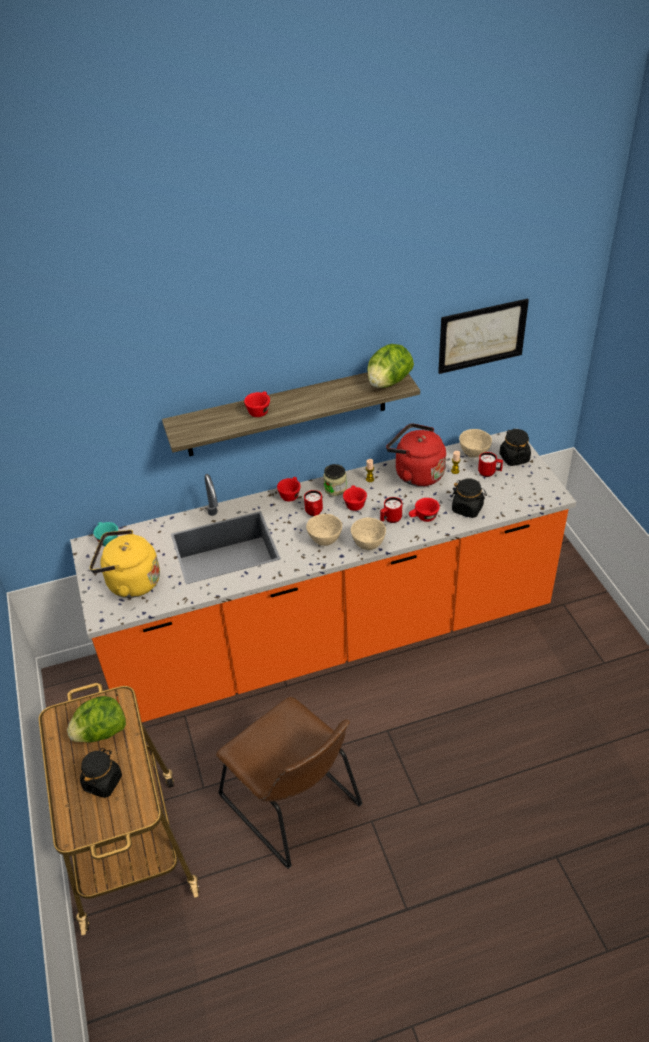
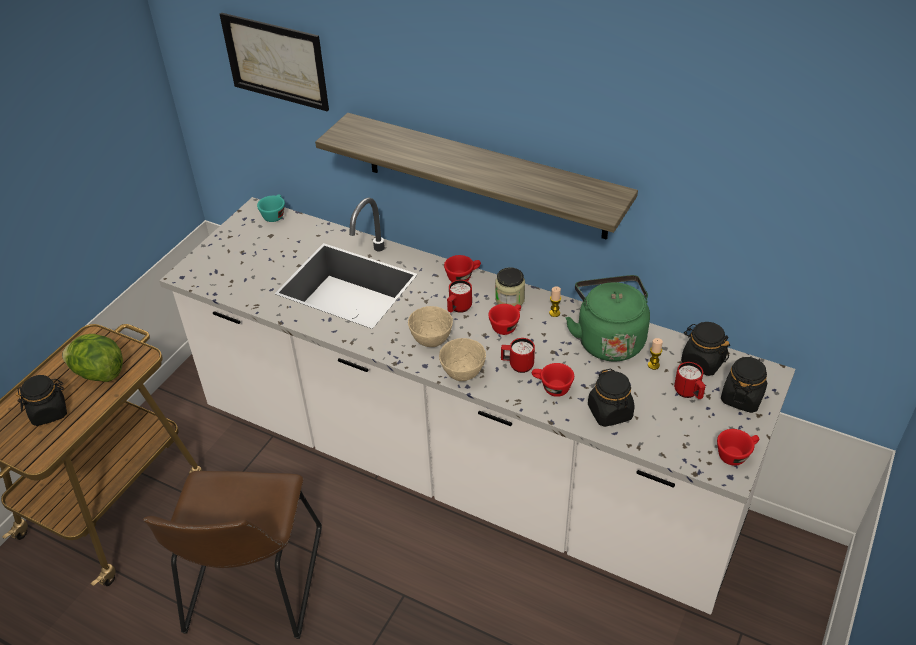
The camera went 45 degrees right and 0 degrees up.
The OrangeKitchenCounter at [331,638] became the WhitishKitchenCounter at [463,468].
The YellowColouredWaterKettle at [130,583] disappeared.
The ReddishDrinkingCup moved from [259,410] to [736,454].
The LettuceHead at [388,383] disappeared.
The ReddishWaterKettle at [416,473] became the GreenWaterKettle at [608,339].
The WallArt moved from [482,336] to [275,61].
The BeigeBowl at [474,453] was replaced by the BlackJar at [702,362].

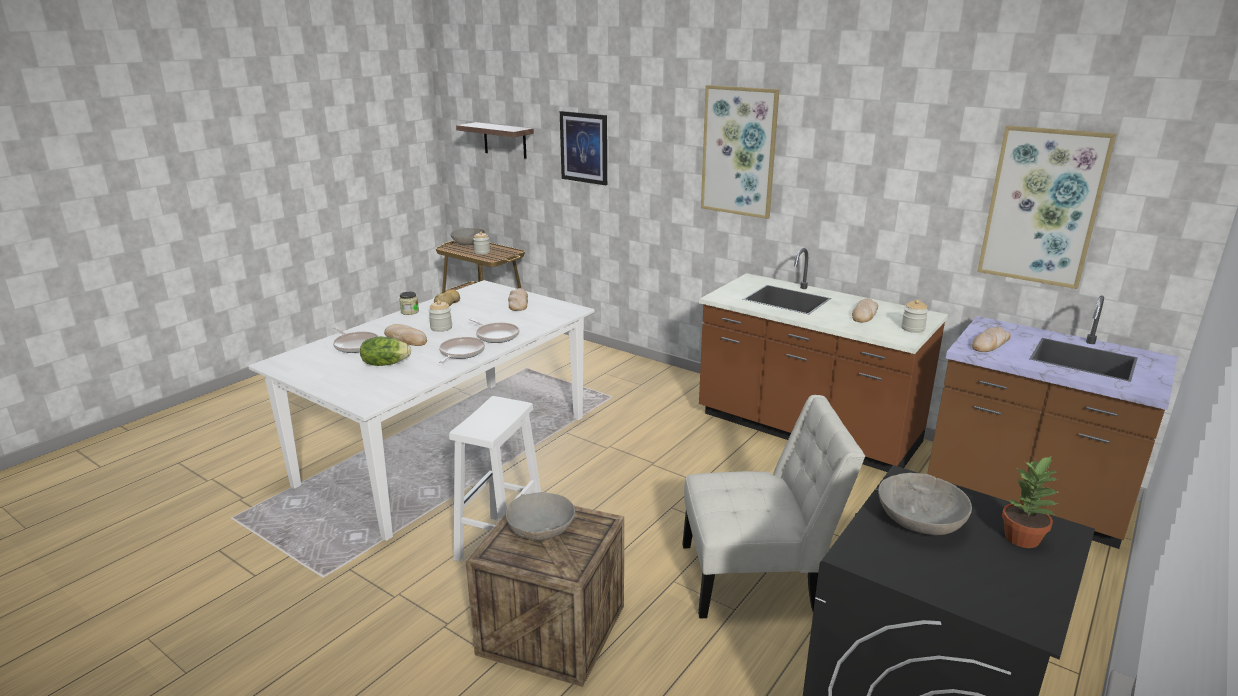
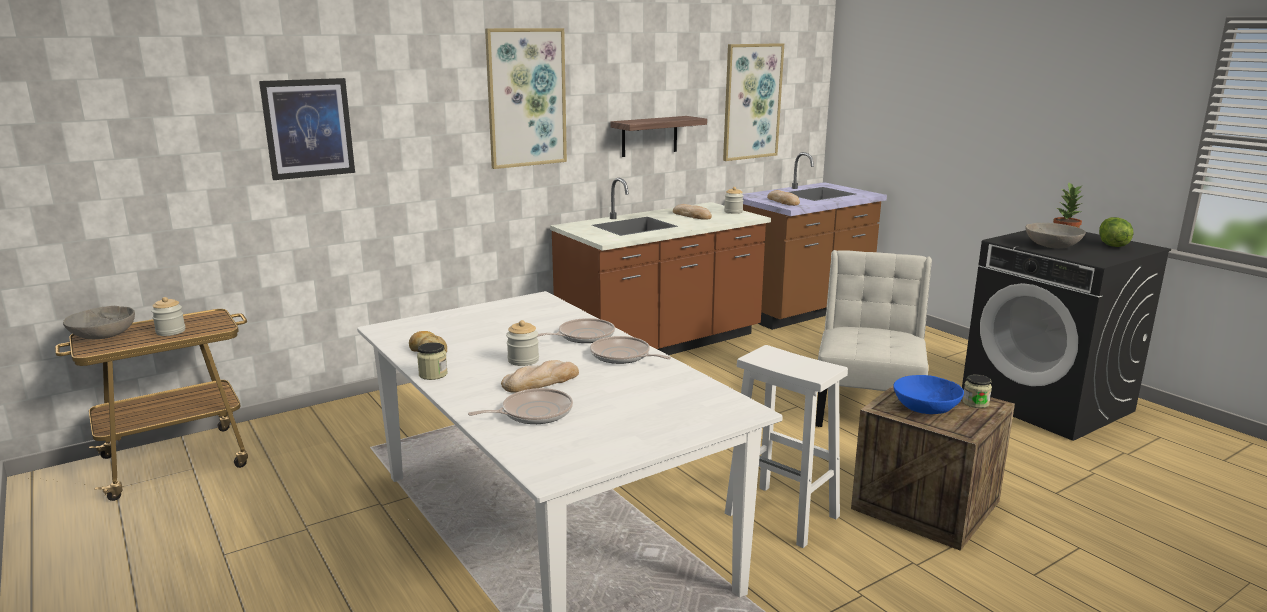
The camera went 70 degrees left and 5 degrees down.
The LettuceHead moved from [385,363] to [1111,245].
The BracketShelf moved from [505,140] to [649,136].
The GreyBowl at [541,529] became the BluishBowl at [925,407].
The BakedBread at [518,302] disappeared.
The Jar at [975,403] appeared.

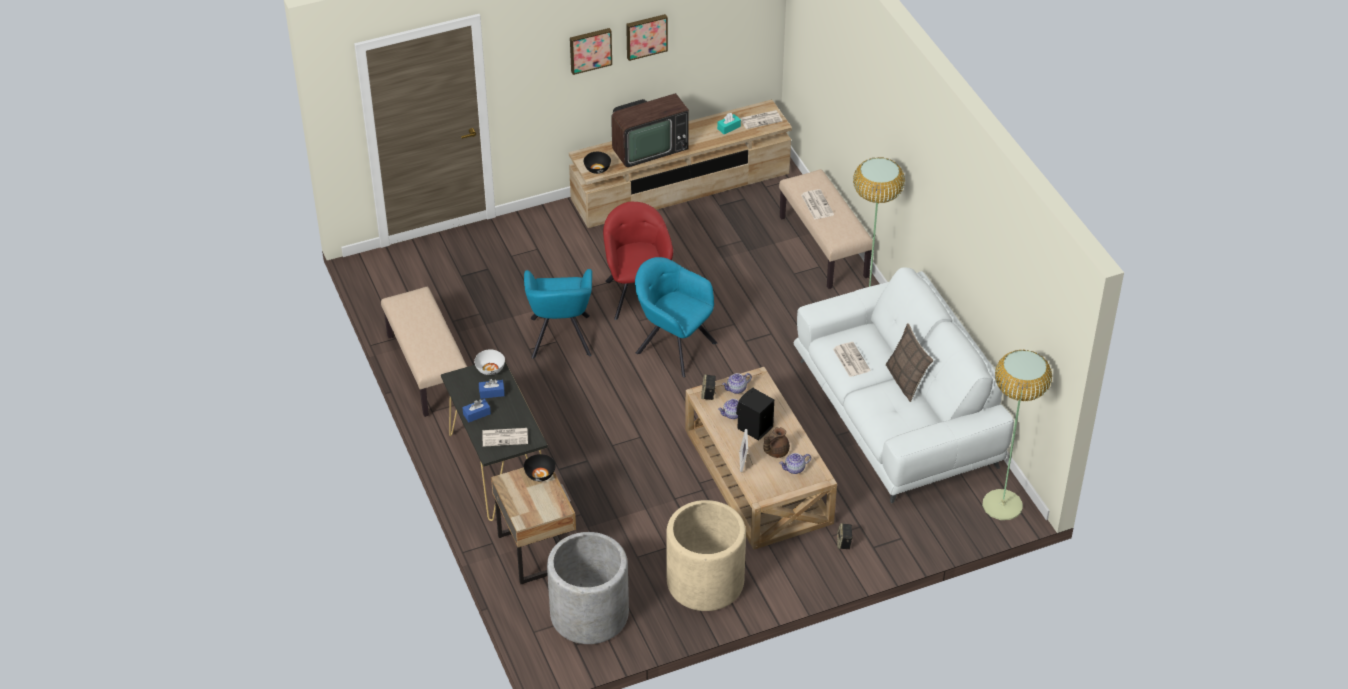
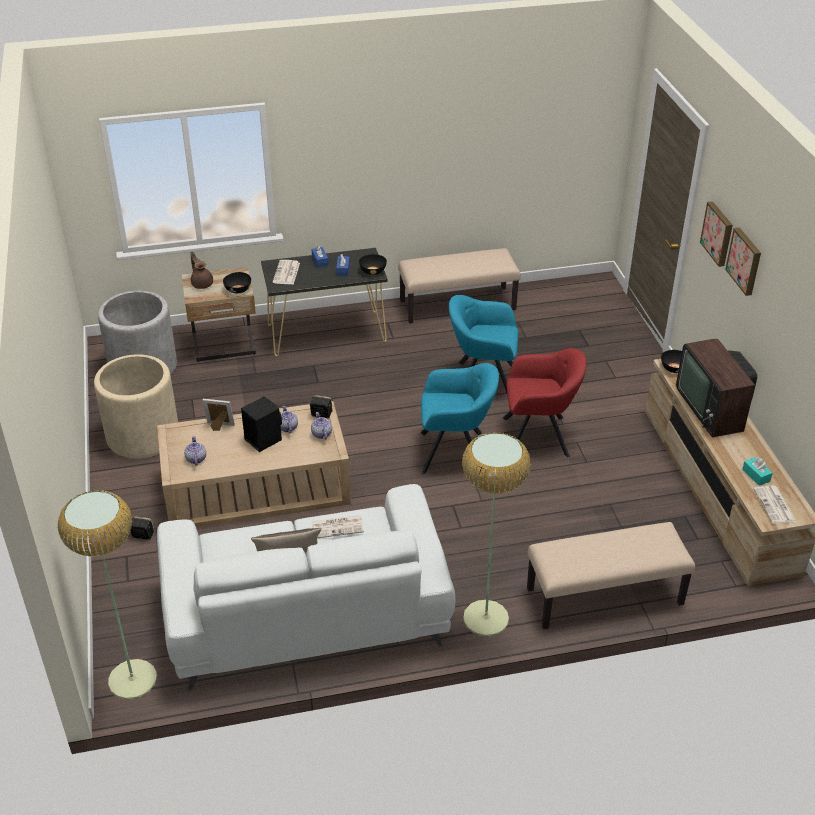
The camera went 100 degrees right and 5 degrees down.
The WhitishBowl at [490,369] became the BlackBowl at [373,271].
The WallArt moved from [646,36] to [718,233].
The TurquoiseColouredArmchair at [673,346] turned 45 degrees clockwise.
The BrownTeapot moved from [775,451] to [202,283].
The Newspaper at [816,204] disappeared.

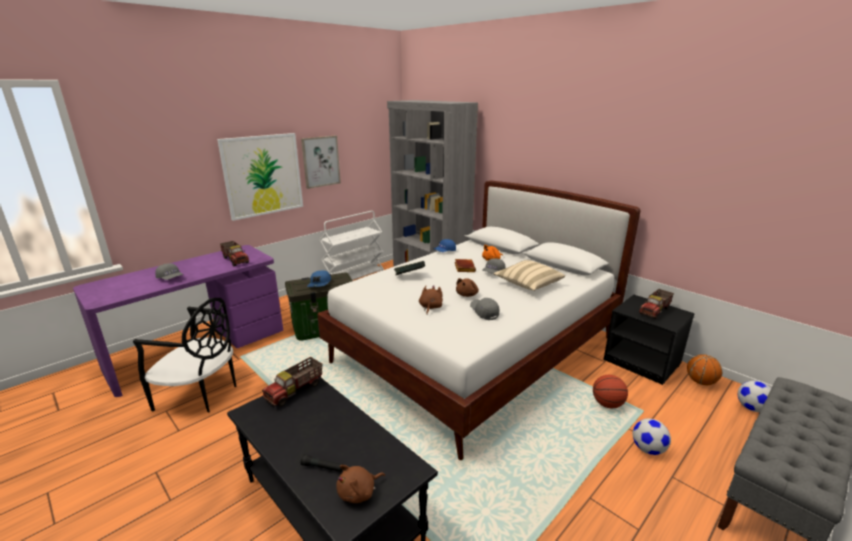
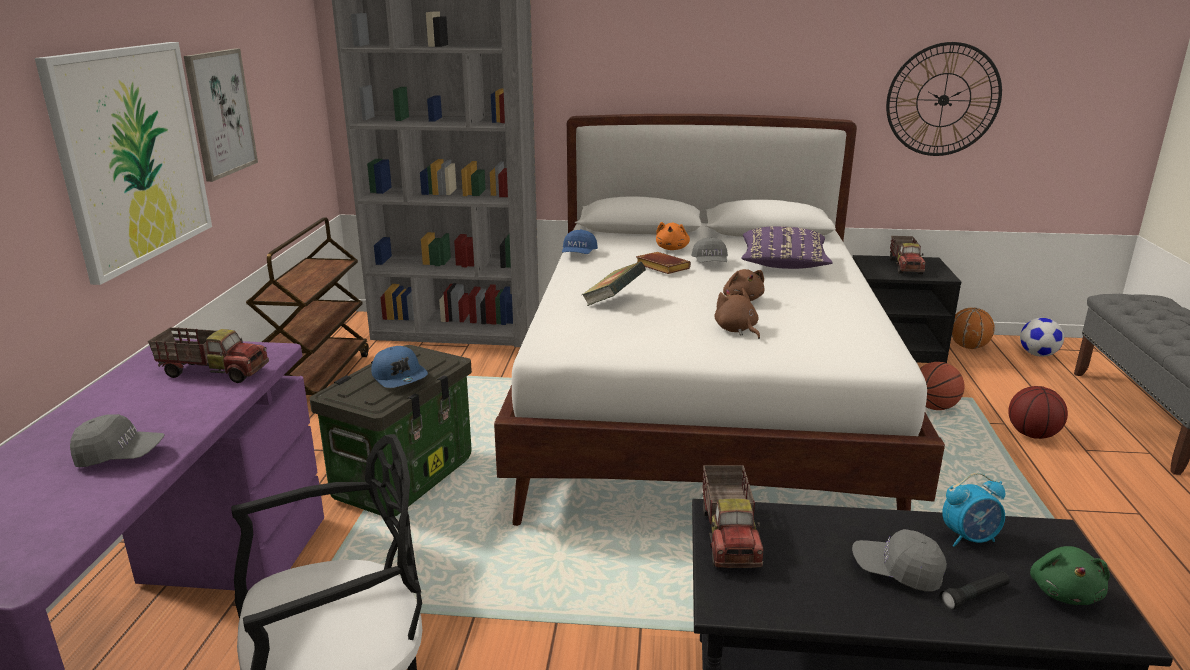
The camera went 40 degrees left and 0 degrees up.
The WhitishCart at [354,279] became the BrownCart at [318,380].
The BrownCuddlyToy at [359,492] became the GreenCuddlyToy at [1064,592].
The GreyBaseballCap moved from [484,313] to [896,572].
The BeigePillow at [528,284] became the PurplishPillow at [783,265].
The FootballBall at [648,449] was replaced by the Basketball at [1032,434].
The ClockOnTheWall at [943,100] appeared.
The TableClock at [969,538] appeared.

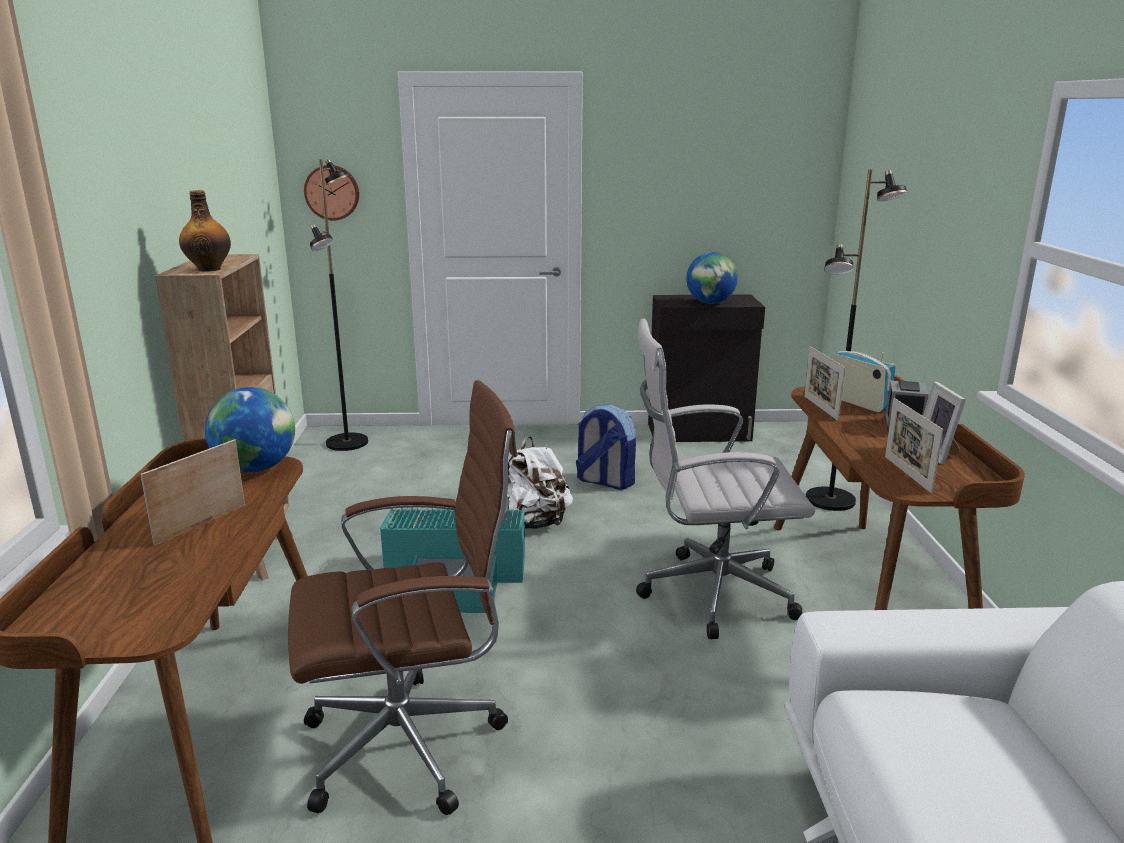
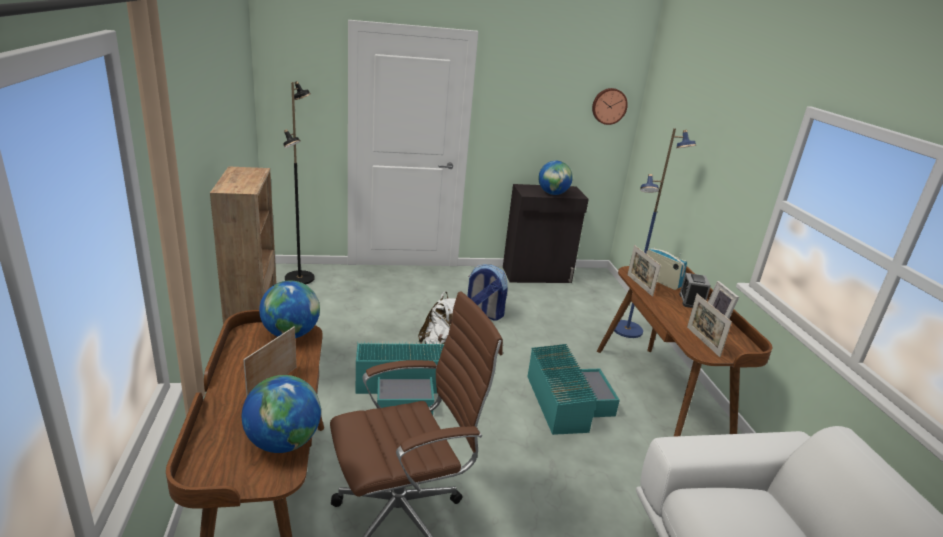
The camera went 10 degrees left and 5 degrees up.
The Bottle at [209,269] disappeared.
The ClockOnTheWall moved from [332,192] to [609,106].
The WhitishComputerChair at [710,594] was replaced by the TurquoiseColouredStorageBox at [566,401].
The BlackStandardLamp at [831,500] became the BluishStandardLamp at [627,330].
The DeskGlobe at [283,442] appeared.

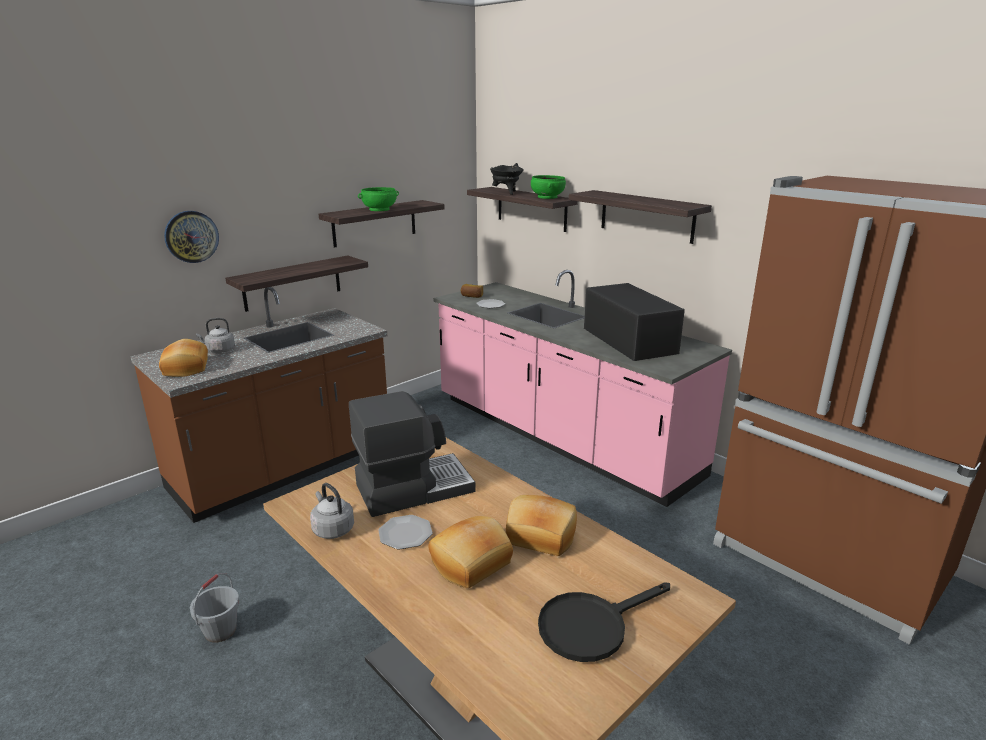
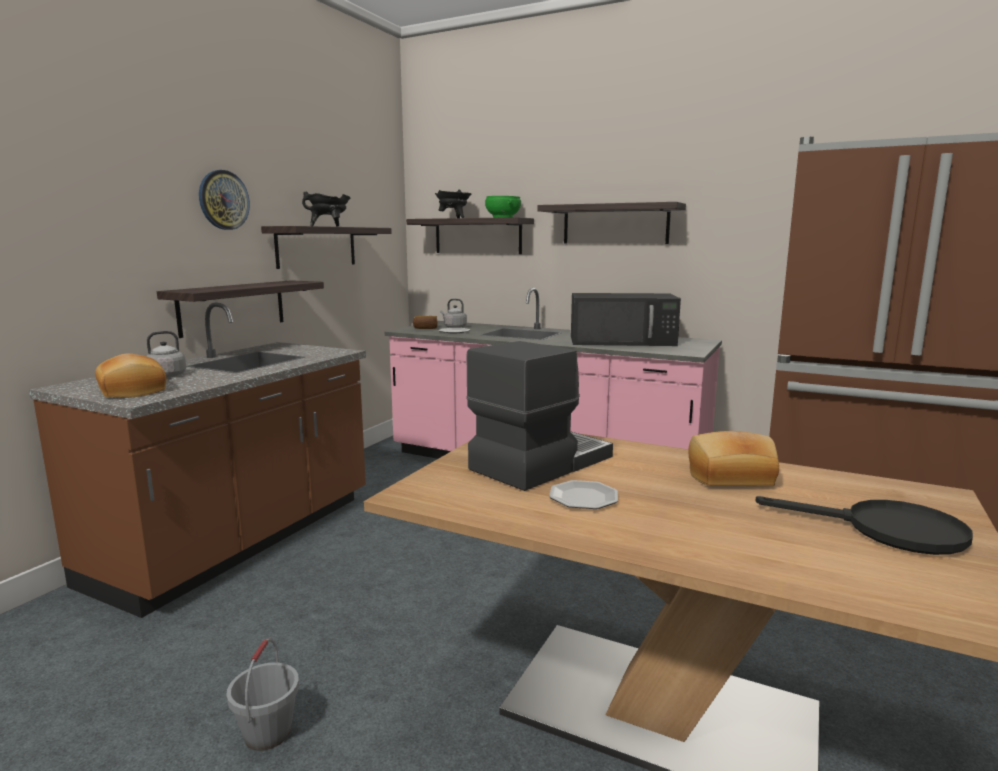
The camera went 20 degrees left and 10 degrees down.
The ClockOnTheWall moved from [191,236] to [223,200].
The GreyWaterKettle moved from [332,529] to [454,327].
The GreenBowl at [379,209] was replaced by the BlackCookingPot at [329,226].
The BakedBread at [472,564] disappeared.
The BlackSkillet at [591,625] turned 105 degrees counterclockwise.
The BlackMicrowaveOven at [627,340] turned 135 degrees clockwise.

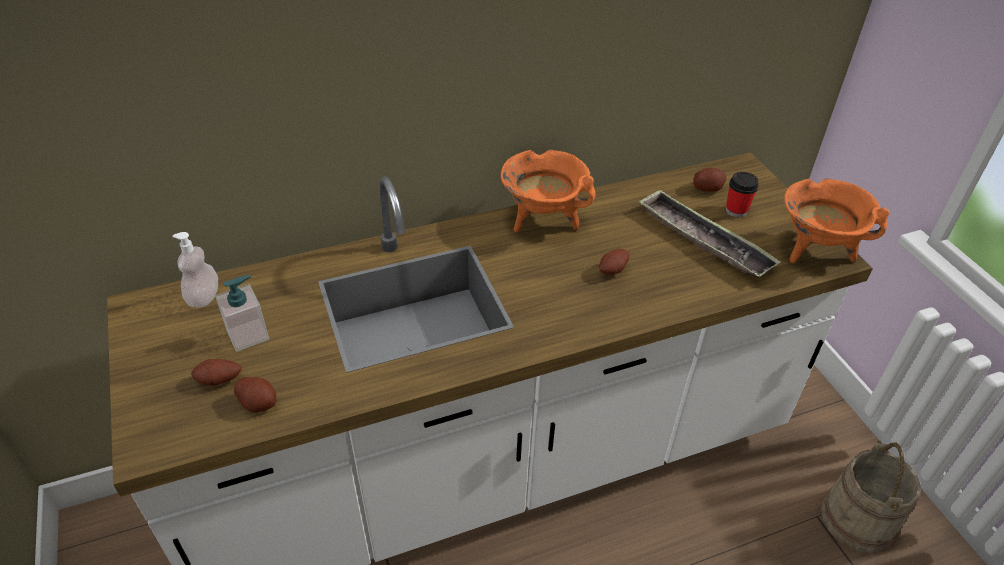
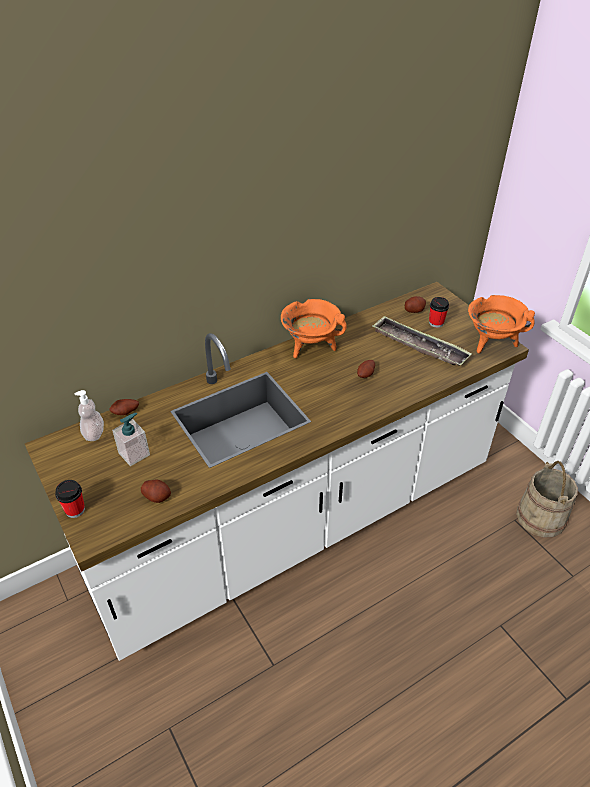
The camera went 10 degrees left and 0 degrees up.
The Spud moved from [219,381] to [126,413].
The DrinkingCup at [75,510] appeared.

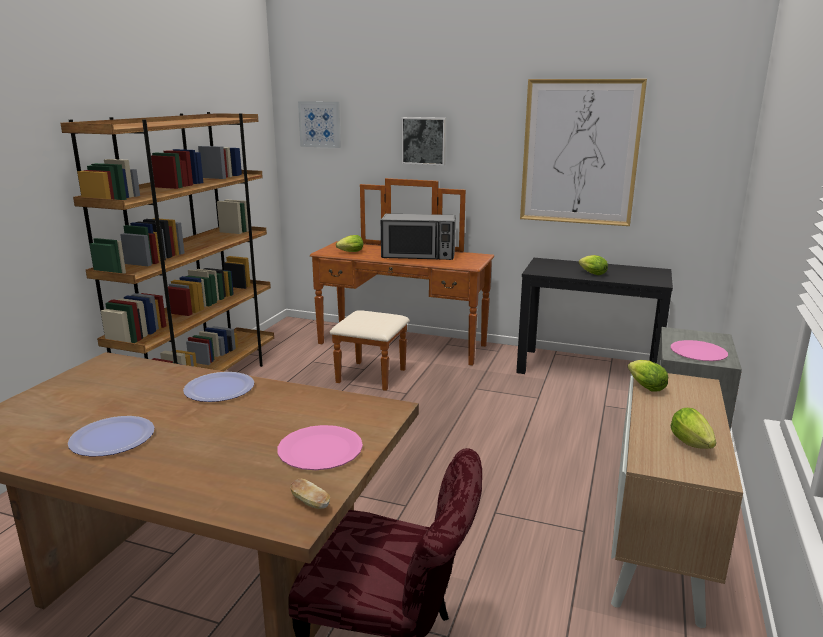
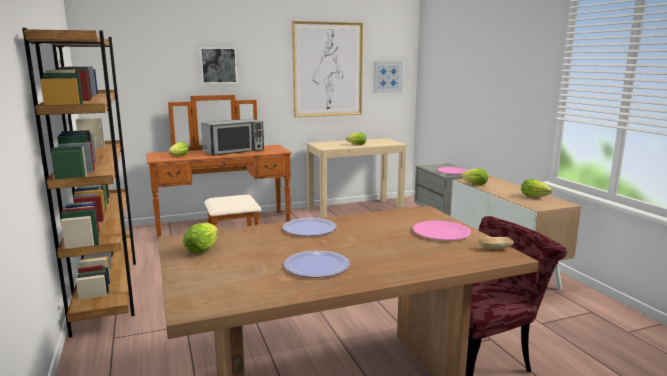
The camera went 40 degrees left and 5 degrees down.
The WallArt moved from [320,124] to [387,77].
The BlackHallTable at [588,369] became the BeigeHallTable at [355,209].
The LettuceHead at [203,249] appeared.

